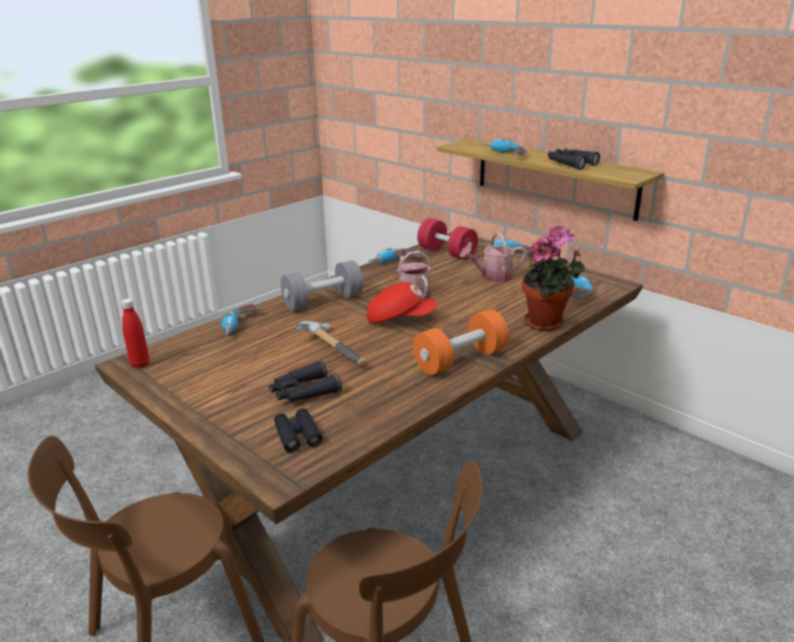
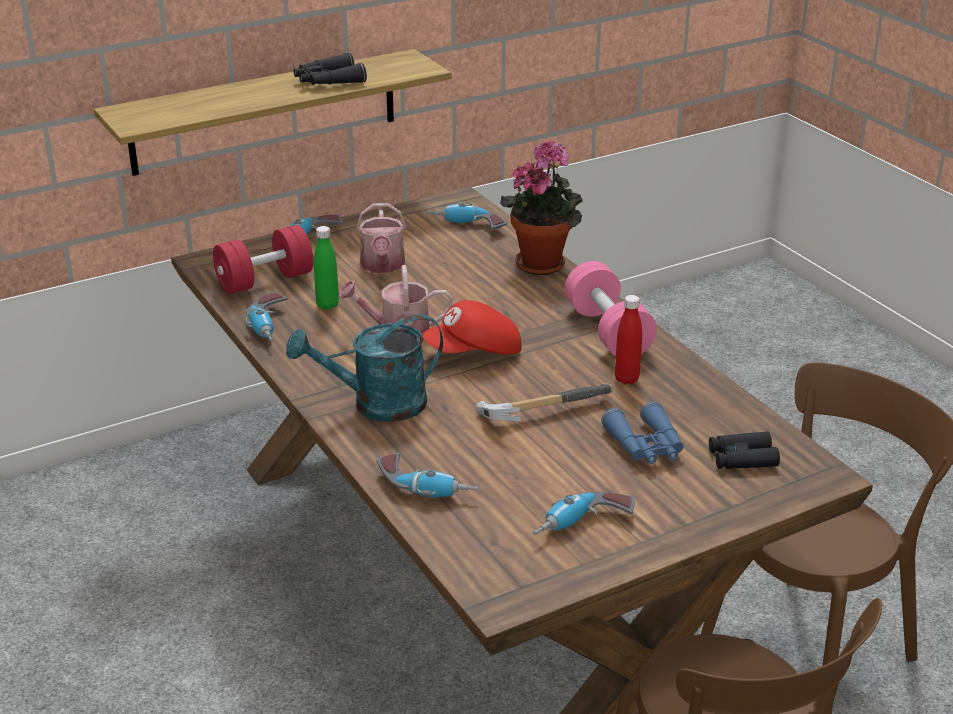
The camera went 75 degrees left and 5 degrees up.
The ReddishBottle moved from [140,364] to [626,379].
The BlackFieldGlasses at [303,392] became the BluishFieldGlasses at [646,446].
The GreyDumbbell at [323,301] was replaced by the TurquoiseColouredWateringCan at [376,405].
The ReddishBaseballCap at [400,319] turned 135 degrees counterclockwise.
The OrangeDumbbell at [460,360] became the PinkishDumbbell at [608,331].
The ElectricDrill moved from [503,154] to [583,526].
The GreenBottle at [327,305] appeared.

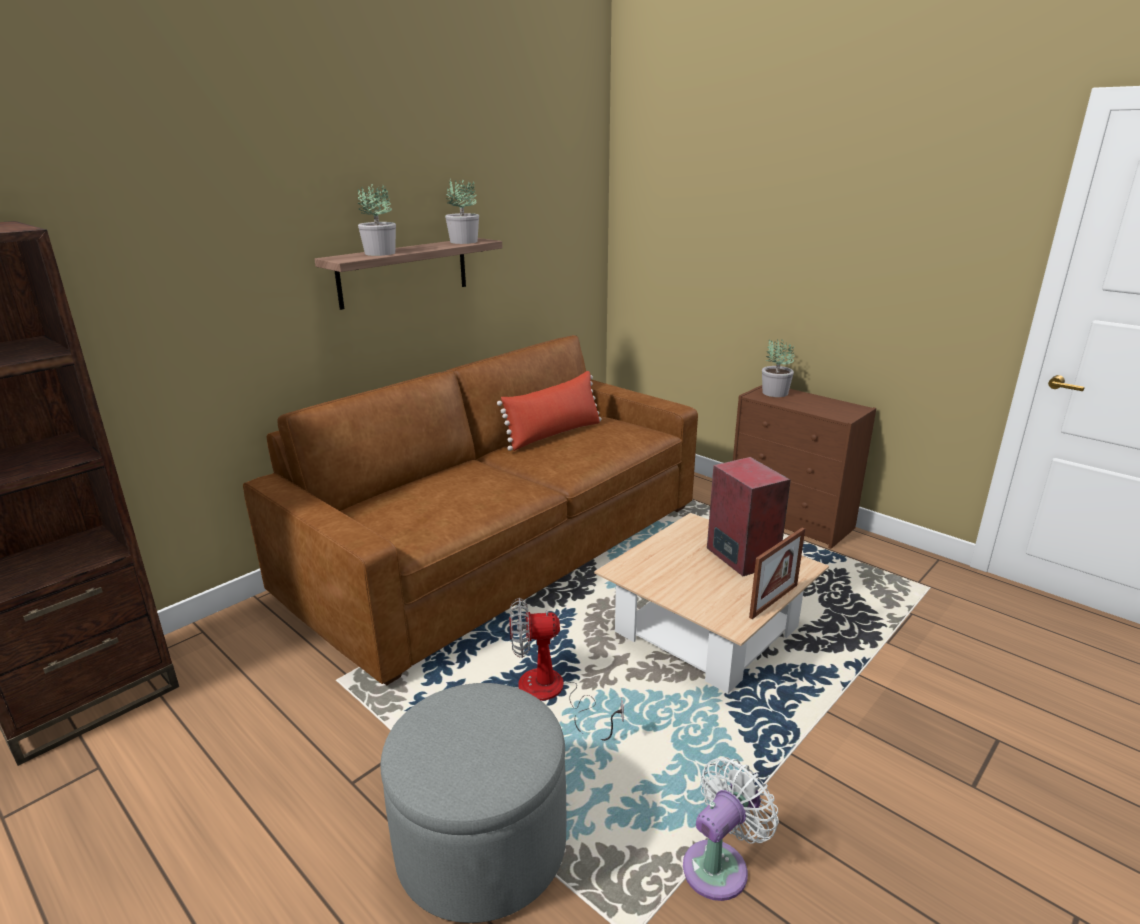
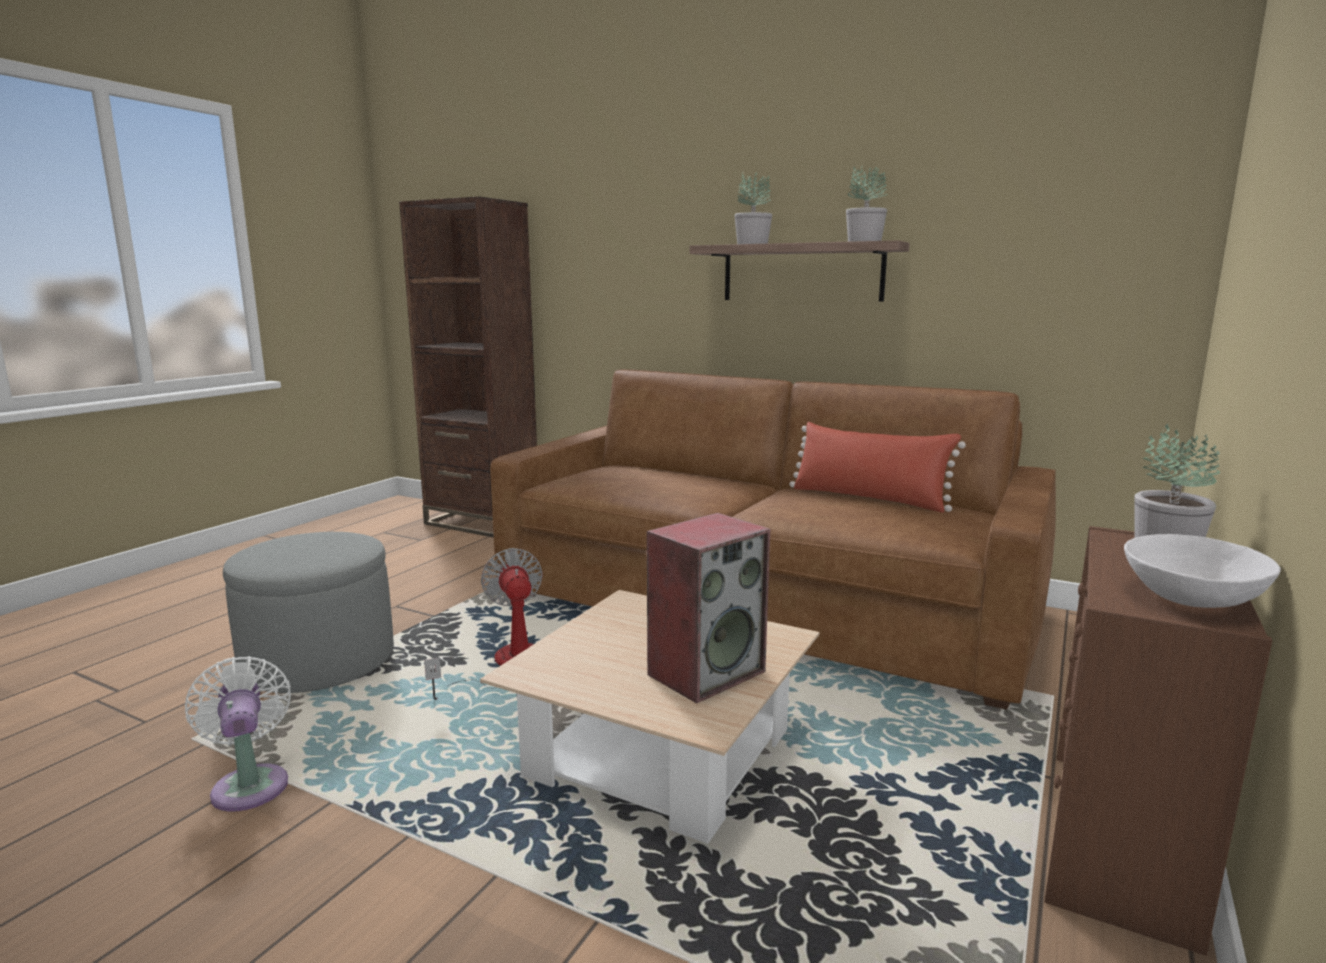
The camera went 75 degrees right and 10 degrees down.
The WhitishCoolingFan at [719,865] turned 150 degrees counterclockwise.
The PhotoFrame at [773,601] disappeared.
The WhitishBowl at [1190,598] appeared.

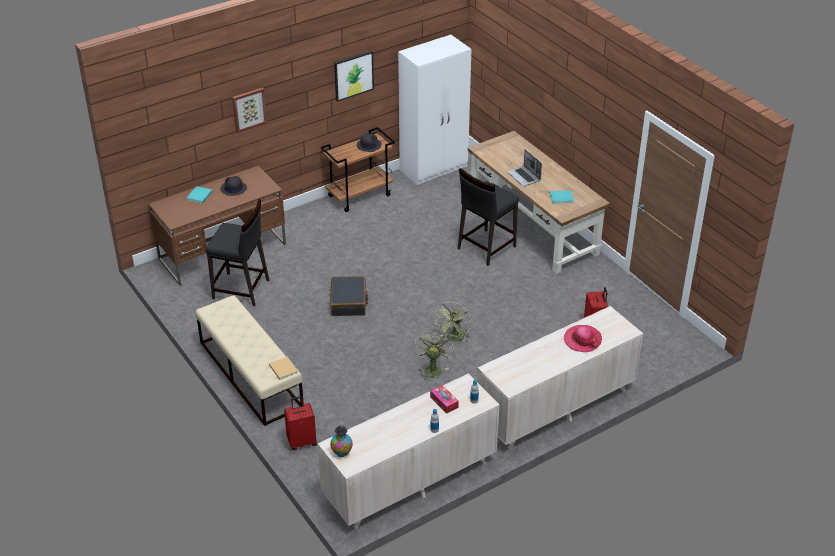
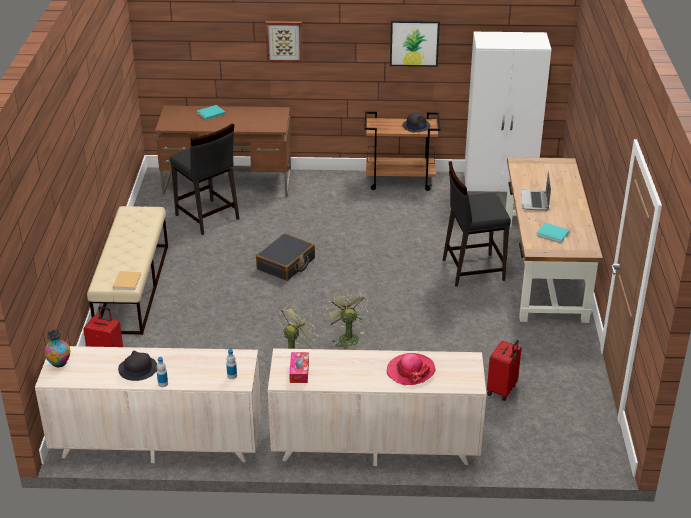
The camera went 35 degrees right and 5 degrees down.
The BlackHat moved from [233,188] to [137,369].
The BoxOfTissues moved from [444,402] to [299,372].
The GreenCoolingFan at [454,339] turned 105 degrees clockwise.

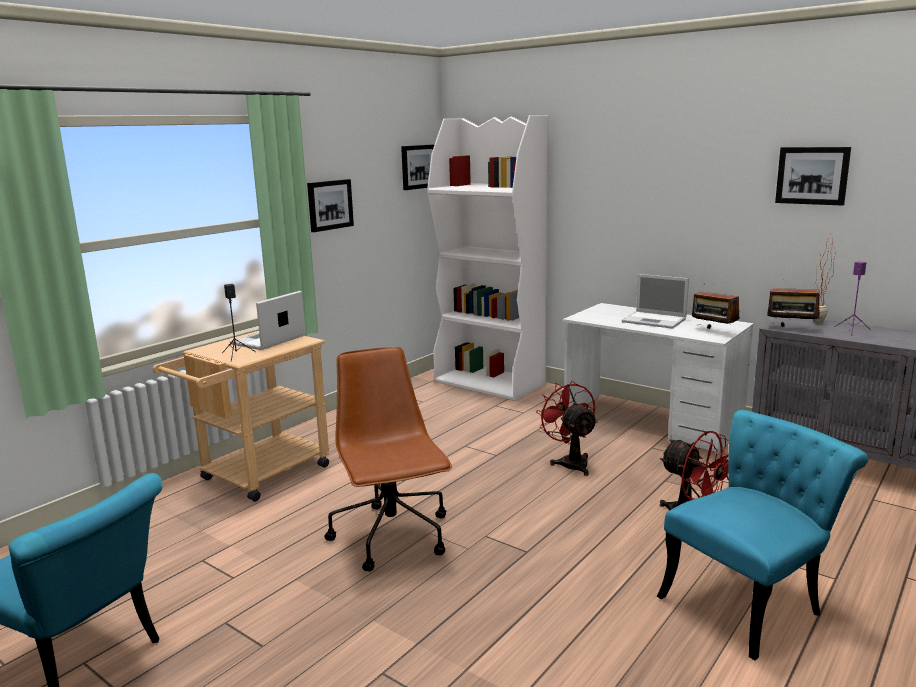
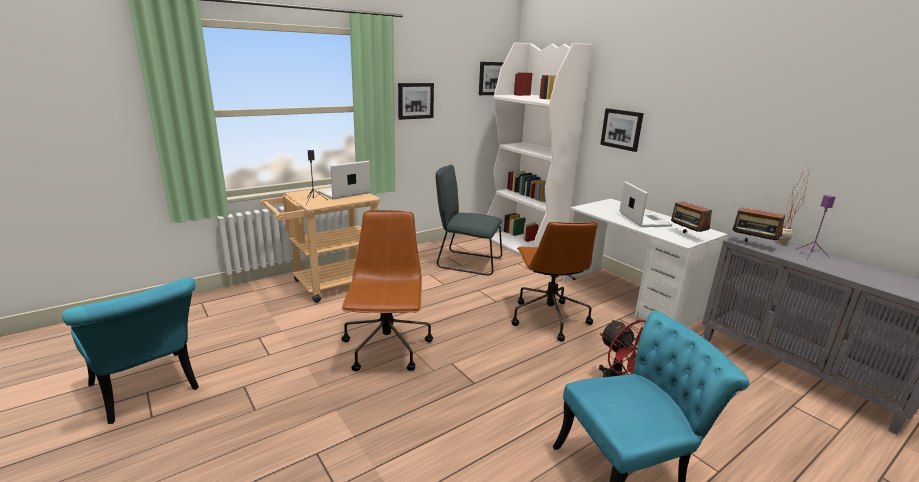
The camera went 15 degrees right and 5 degrees up.
The ReddishCoolingFan at [570,462] was replaced by the BrownComputerChair at [548,318].
The Laptop at [655,320] turned 150 degrees counterclockwise.
The WallArt moved from [812,175] to [621,129].
The GreyPlainChair at [466,262] appeared.

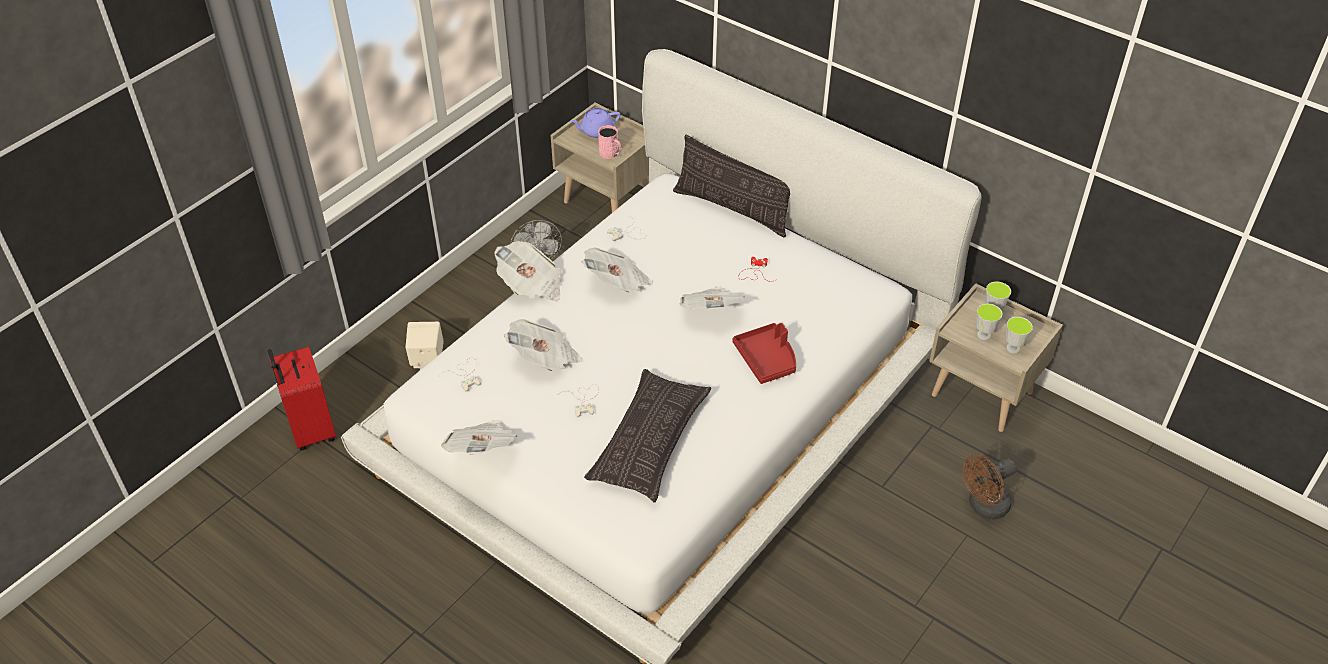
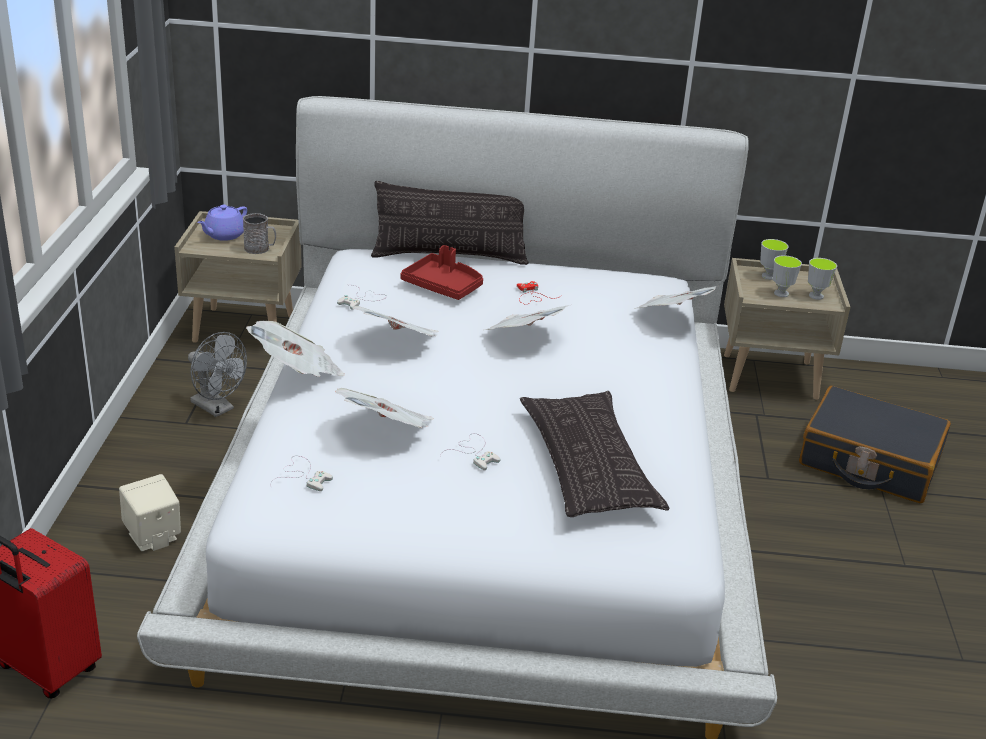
The camera went 35 degrees left and 15 degrees down.
The Newspaper moved from [482,450] to [673,316].
The PinkishMug at [611,153] became the GreyMug at [260,249].
The ReddishTray moved from [767,359] to [443,286].
The BrownCoolingFan at [983,507] was replaced by the BlackSuitcase at [869,461].

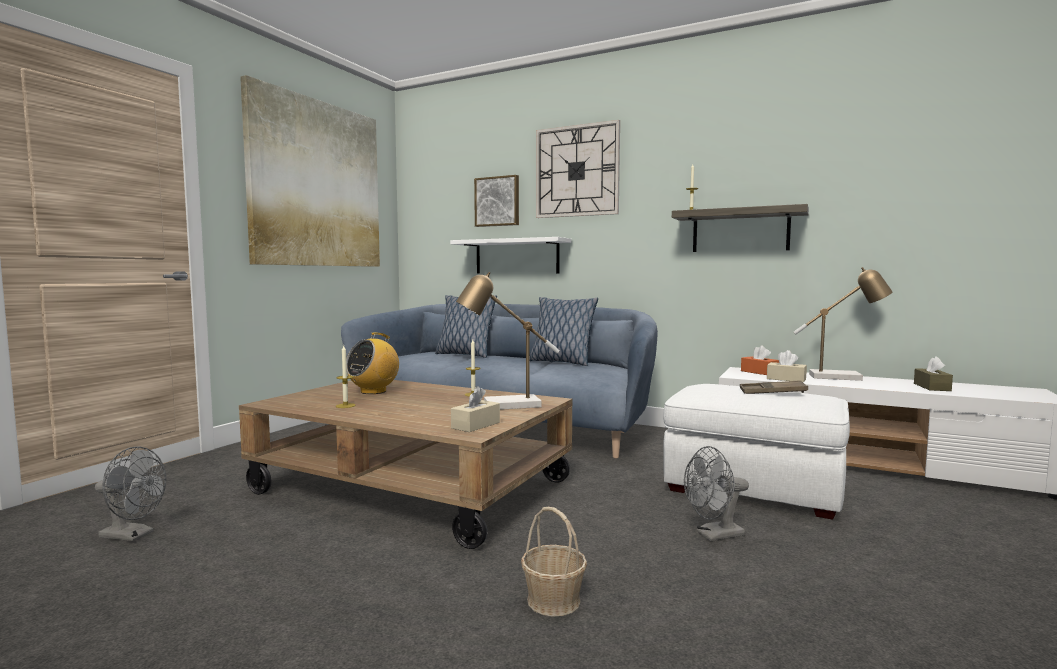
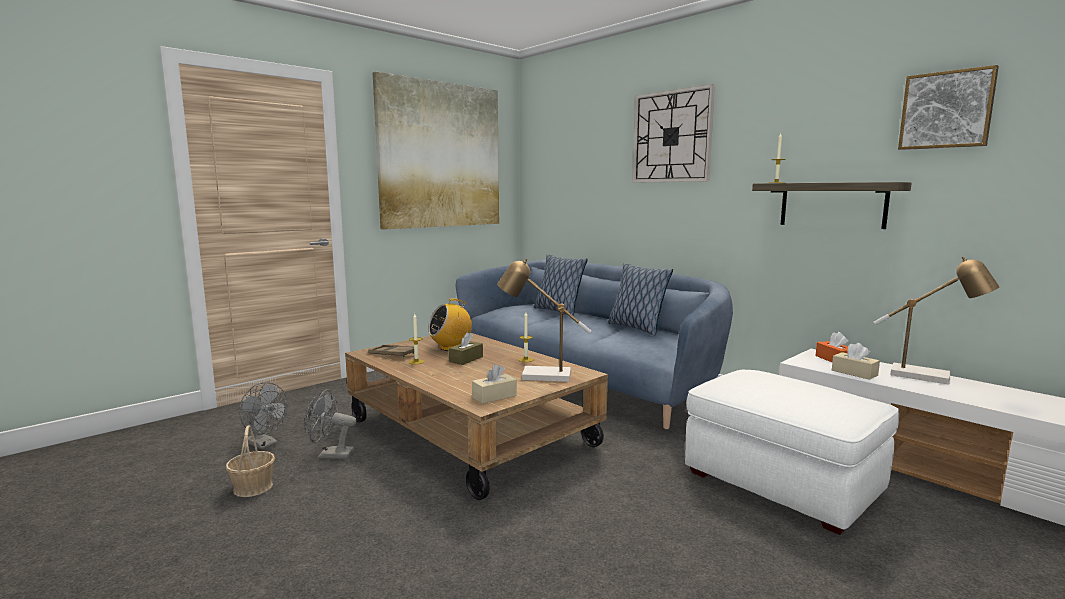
The camera went 20 degrees right and 5 degrees up.
The WhitishBracketShelf at [516,256] disappeared.
The WallArt moved from [497,201] to [946,110].
The Basket moved from [553,600] to [253,487].
The GreyCoolingFan moved from [714,535] to [330,455].
The BrownTray moved from [772,392] to [393,354].
The BrownBoxOfTissues moved from [932,387] to [466,359].

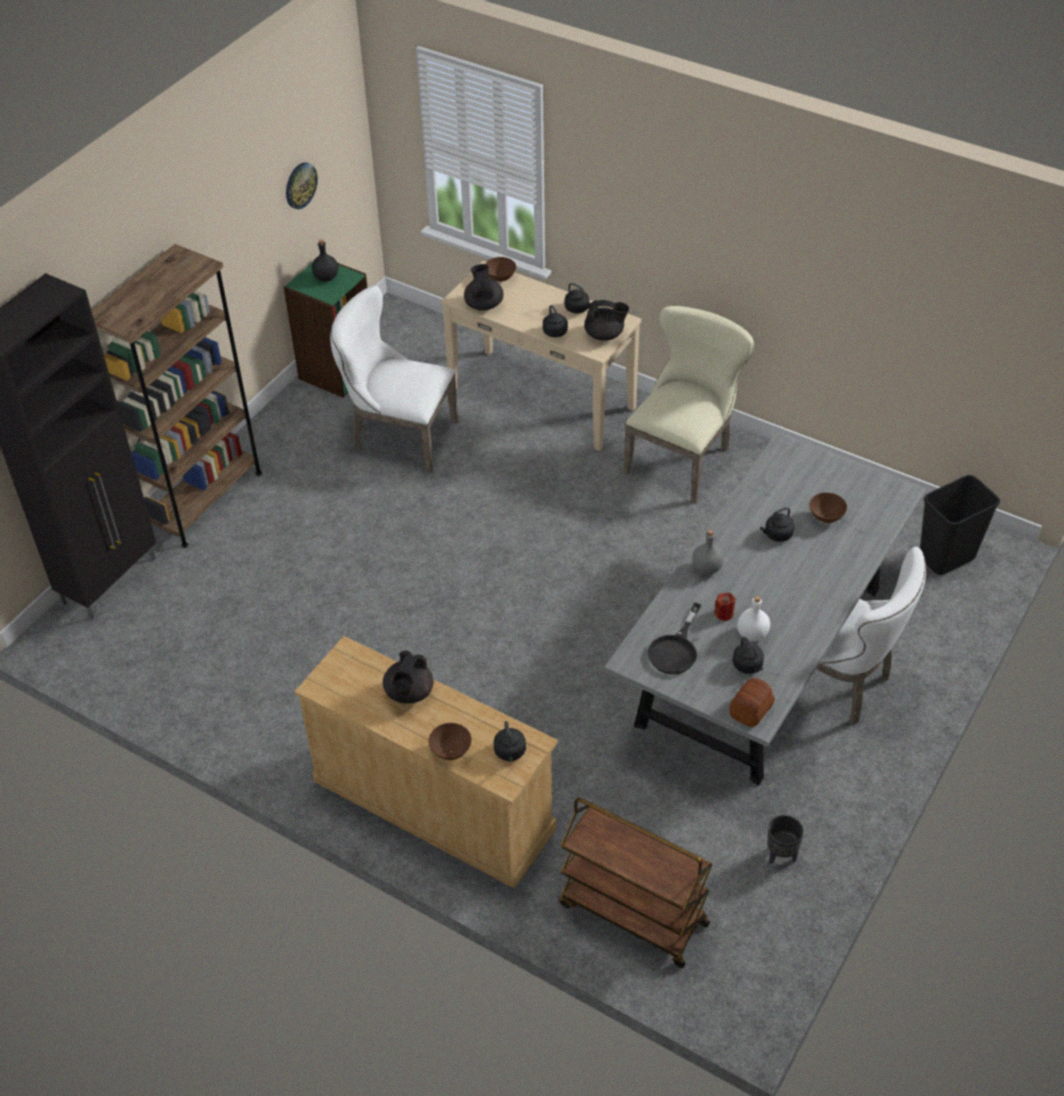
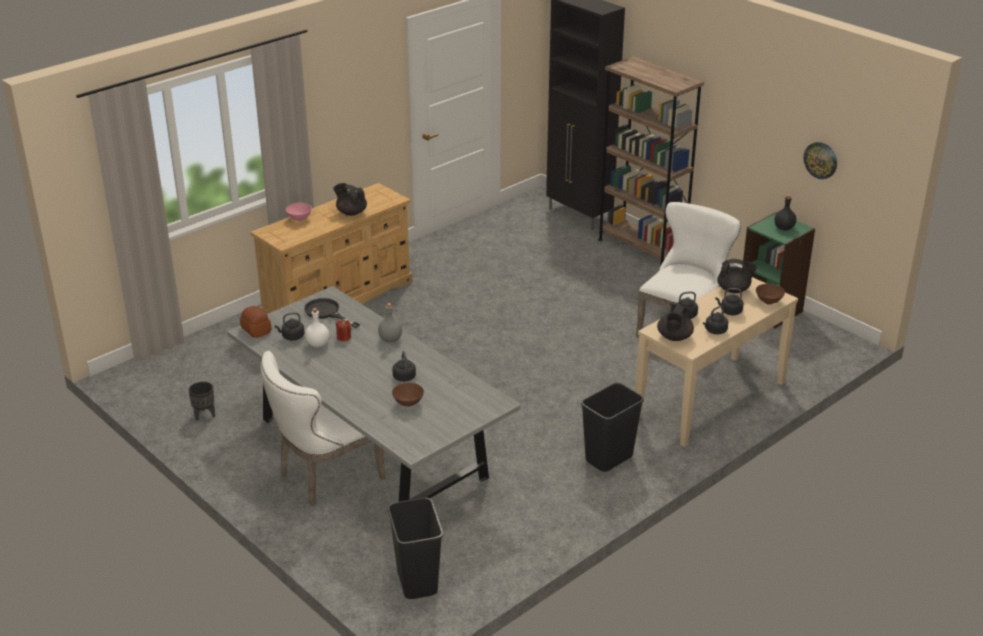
The camera went 105 degrees right and 15 degrees down.
The BrownBowl at [451,751] became the PinkishBowl at [299,219].
The BlackWaterKettle moved from [510,752] to [730,311].
The BrownCart at [632,914] disappeared.
The BeigePlainChair at [683,457] was replaced by the BlackWasteBin at [609,459].

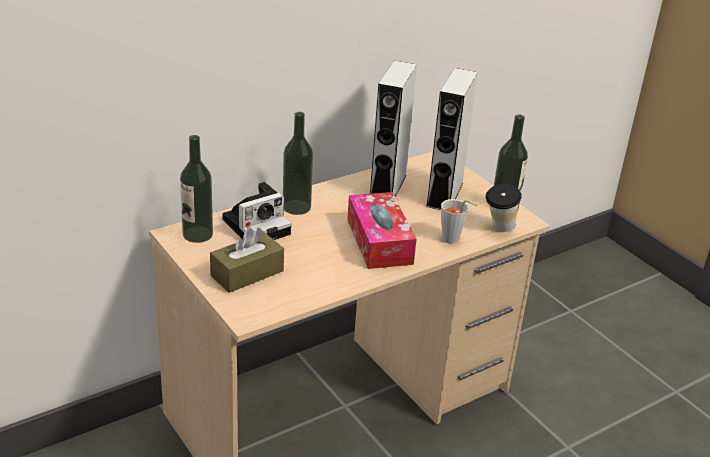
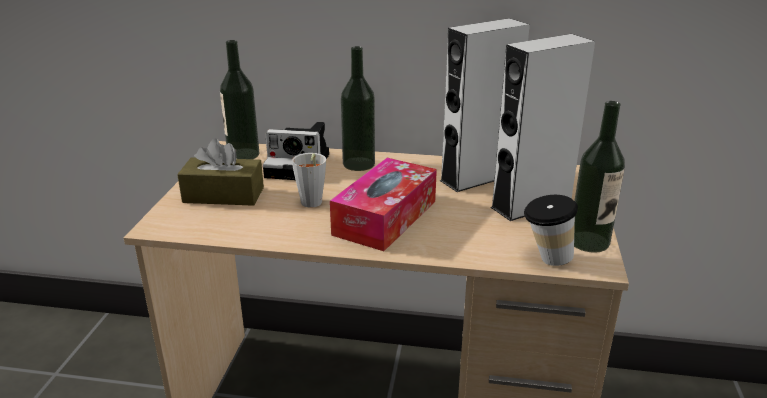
The camera went 45 degrees right and 5 degrees down.
The GreyDrinkingCup moved from [453,240] to [311,205].

